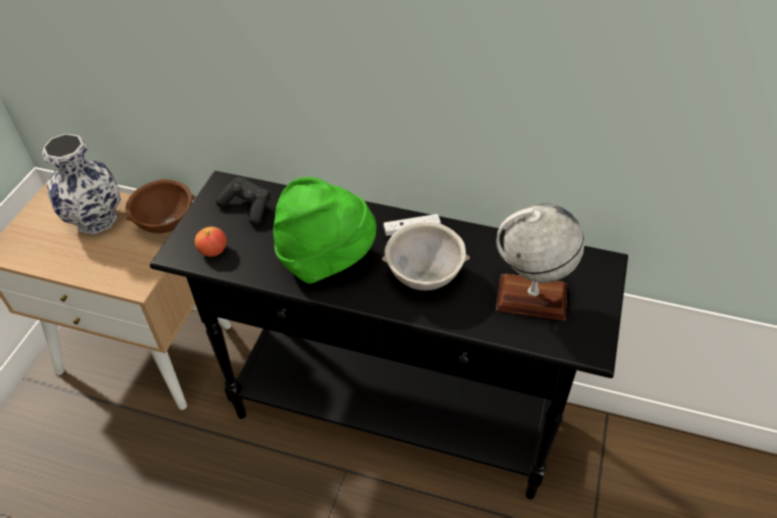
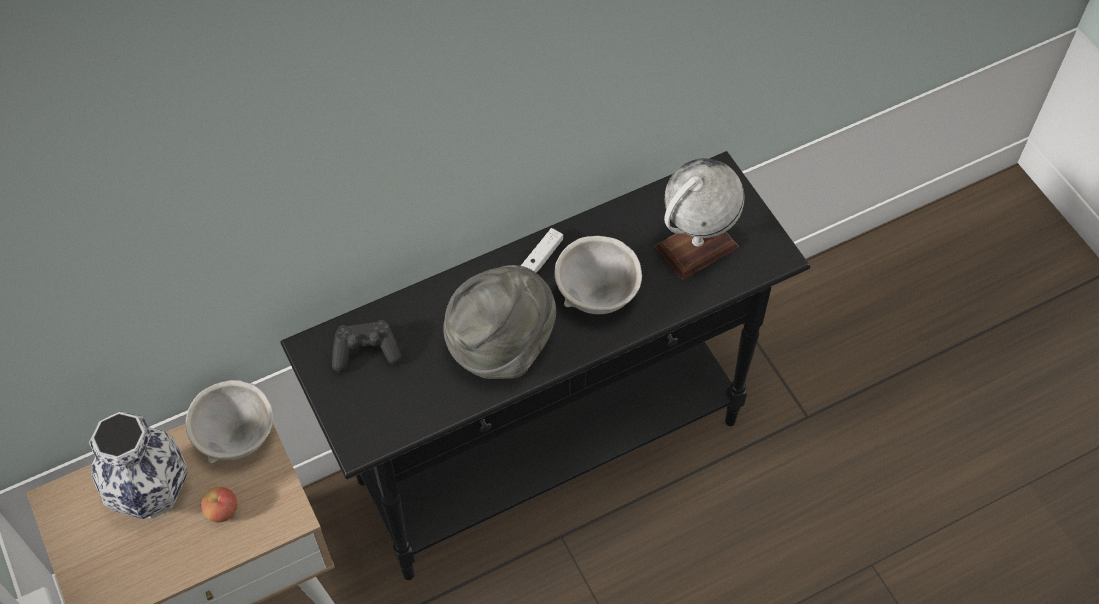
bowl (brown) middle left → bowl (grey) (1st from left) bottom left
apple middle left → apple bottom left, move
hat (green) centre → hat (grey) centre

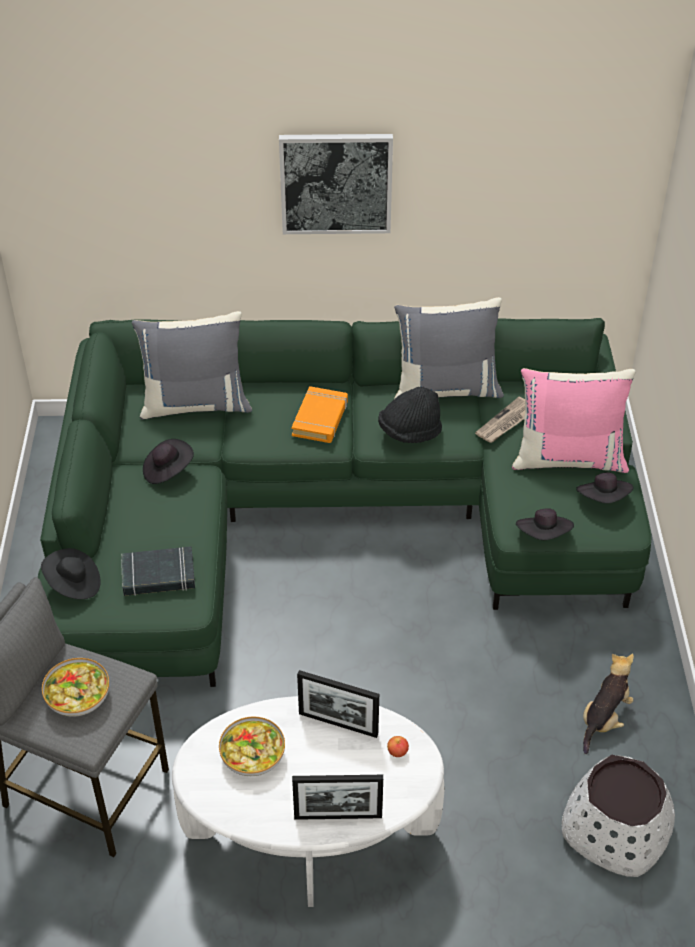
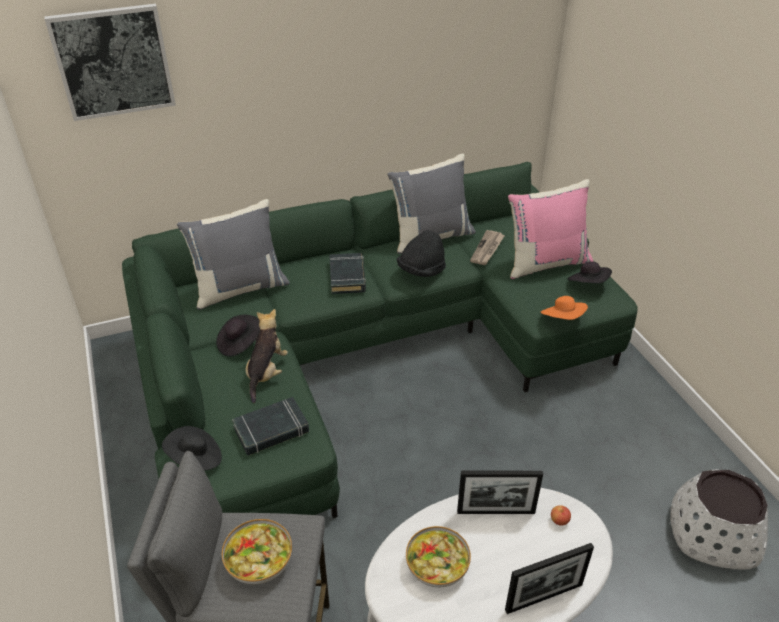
picture top centre → picture top left, move
book (orange) centre → book (black) (2nd from left) centre
hat (black) (4th from left) middle right → hat (orange) middle right
plush toy bottom right → plush toy centre, move

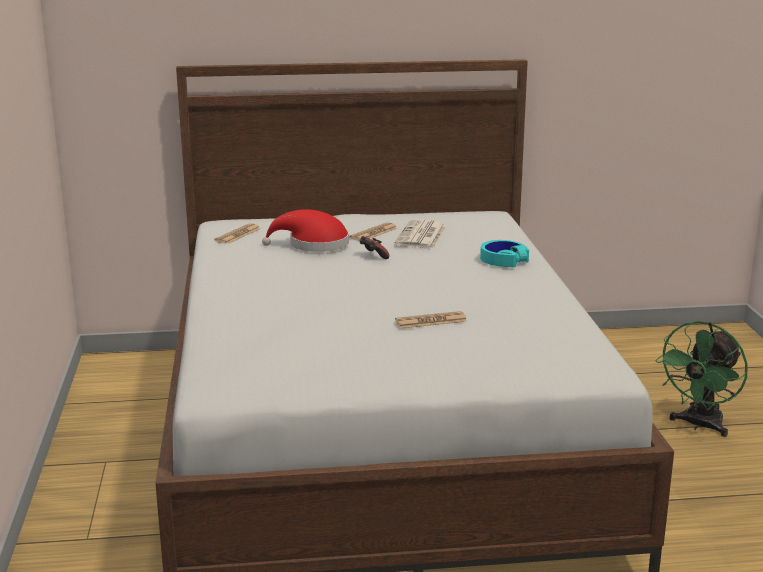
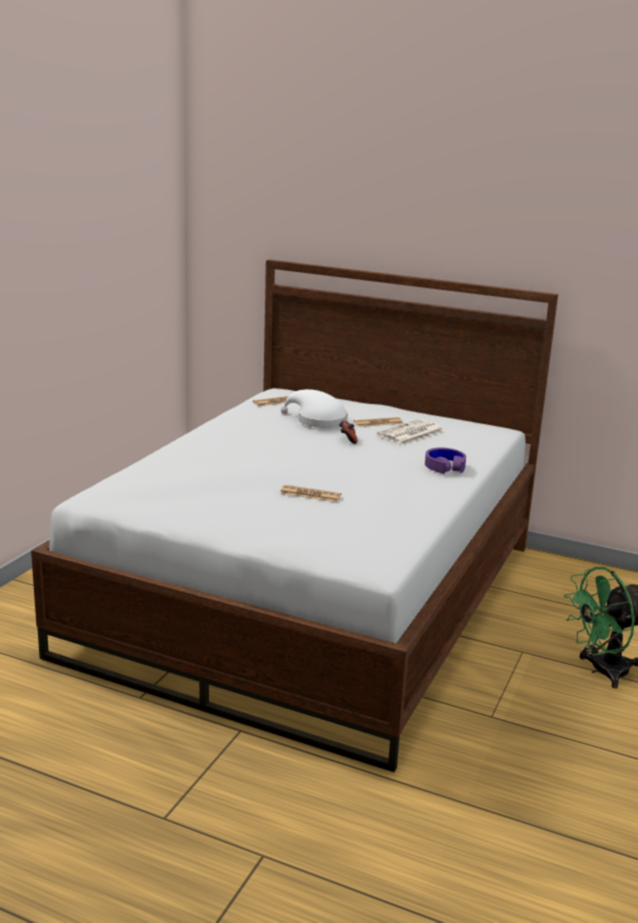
hat (red) centre → hat (white) centre
headphones (turquoise) centre → headphones (purple) middle right

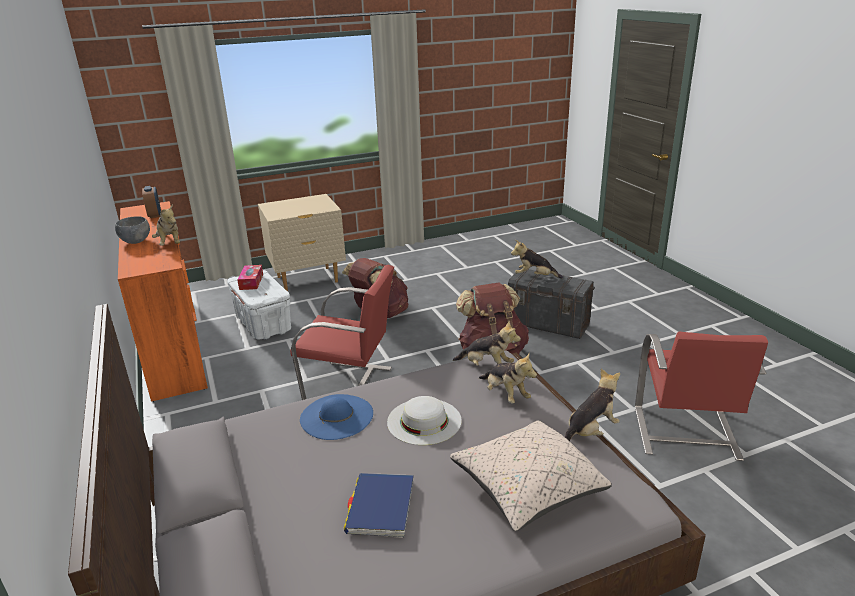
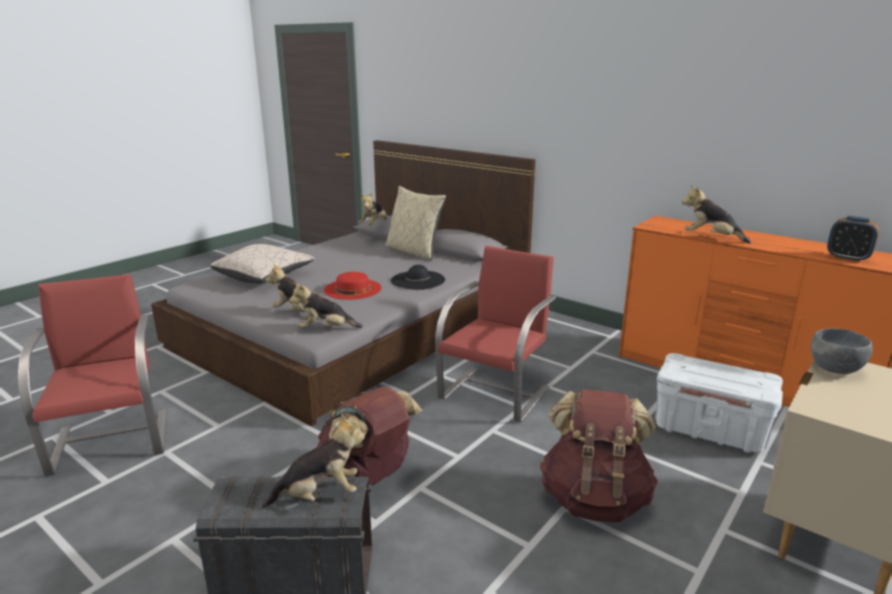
bowl (grey) middle left → bowl (grey) middle right, move
tissue box middle left → -
chair (red) (1st from left in the first image) centre → chair (red) (2nd from left) centre, 135 degrees clockwise
hat (blue) bottom centre → hat (black) centre
book (blue) bottom centre → -
hat (white) bottom centre → hat (red) centre
plush toy (5th from left in the first image) bottom right → plush toy (4th from left) centre, move
- → pillow (beige) (2nd from left) centre

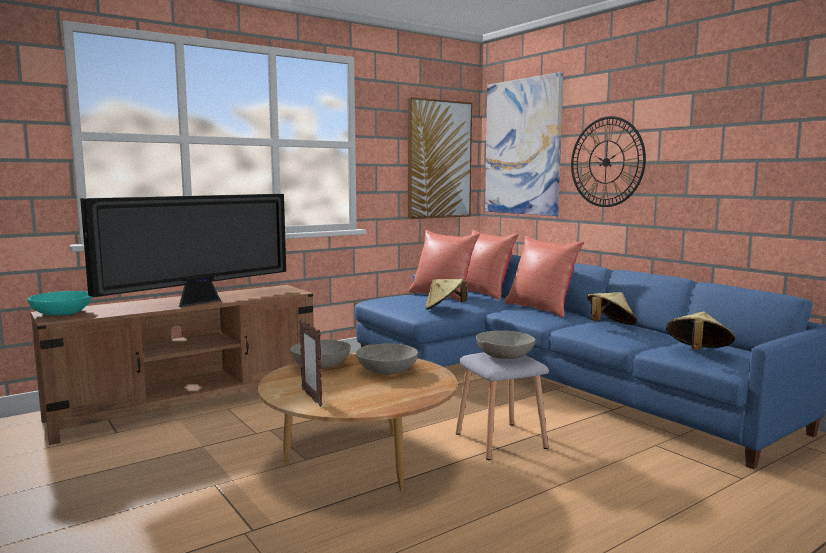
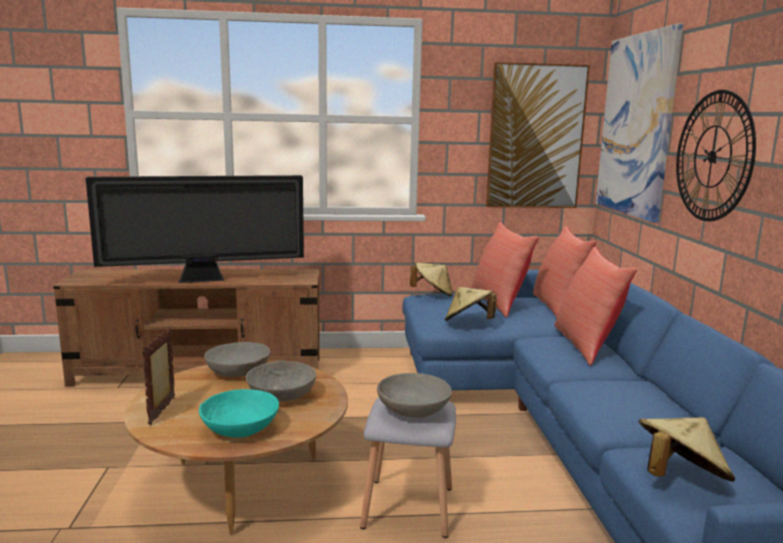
bowl (turquoise) middle left → bowl (turquoise) bottom left, move
hat (beige) (2nd from left in the first image) middle right → hat (beige) (1st from left) centre, move

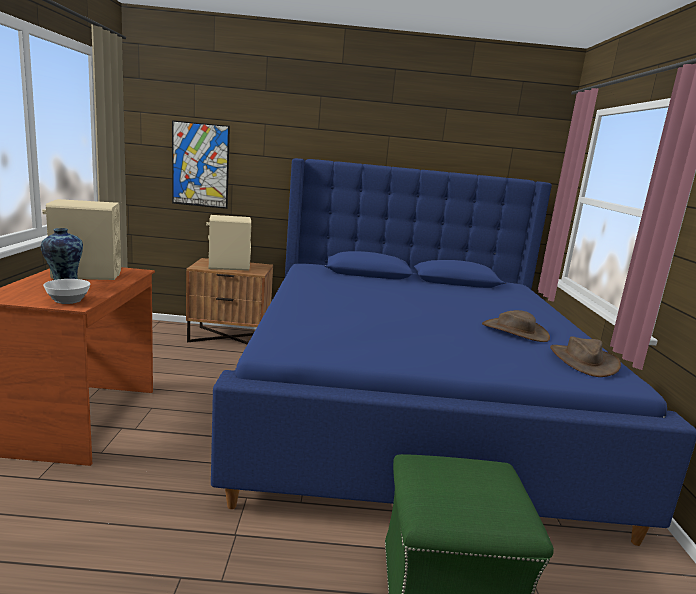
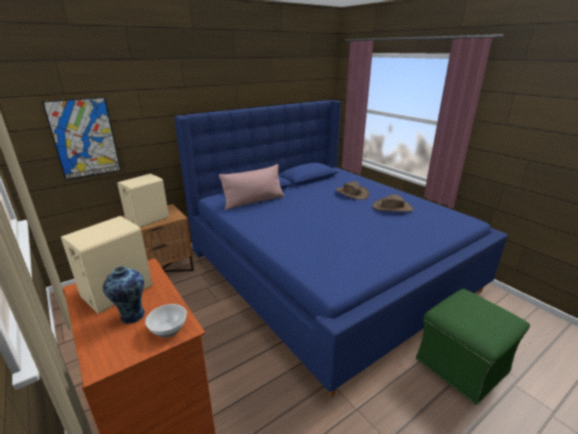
hat (brown) (2nd from left in the first image) middle right → hat (brown) (1st from left) centre, move
- → pillow (pink) centre

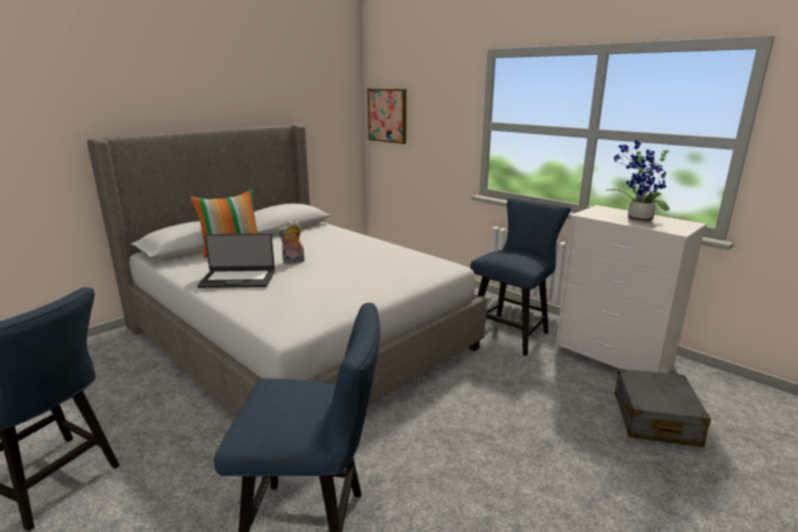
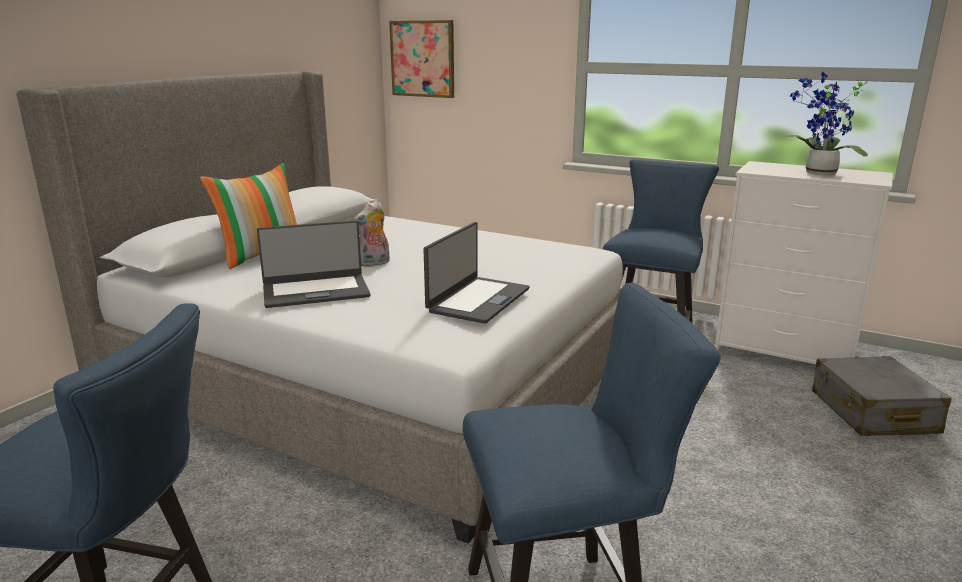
- → laptop (2nd from left) centre

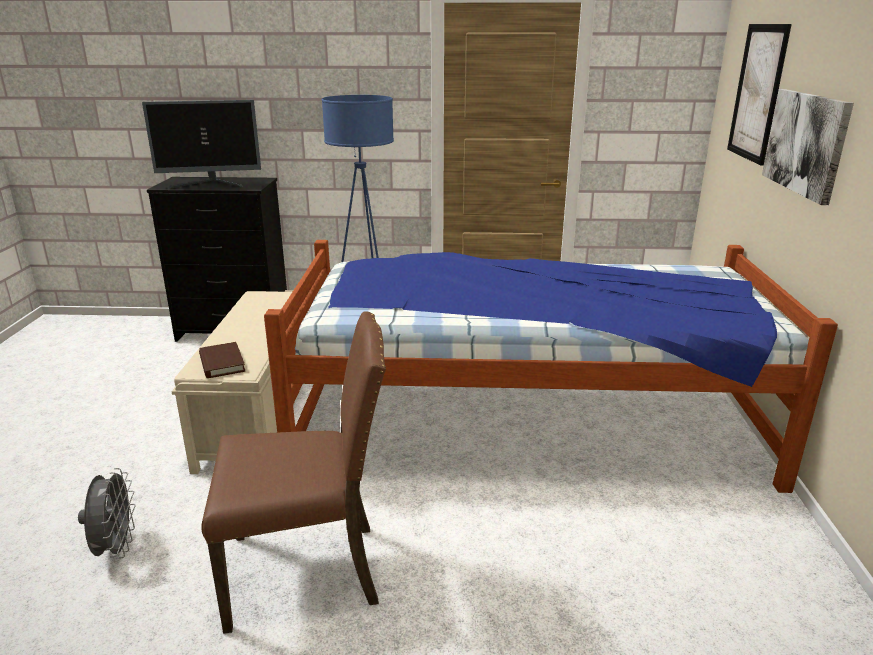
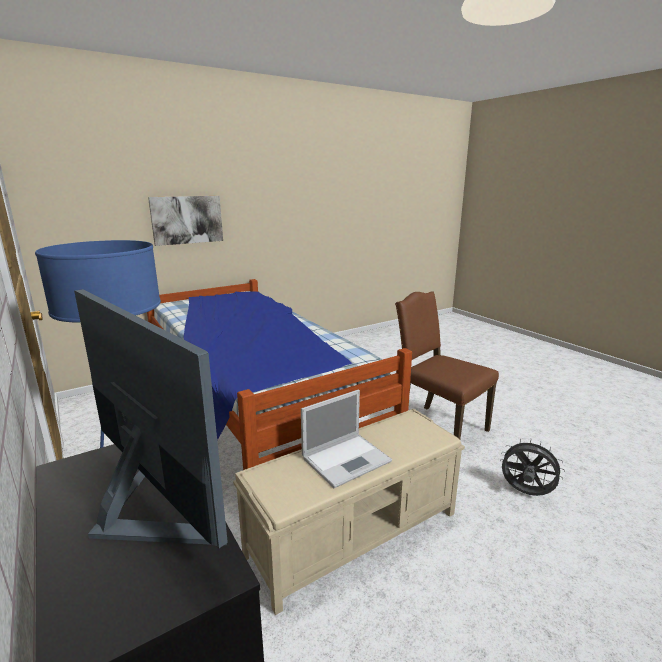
fan (grey) bottom left → fan (grey) bottom right, 75 degrees clockwise
book (brown) middle left → -
picture (1st from left) top right → -
- → laptop centre

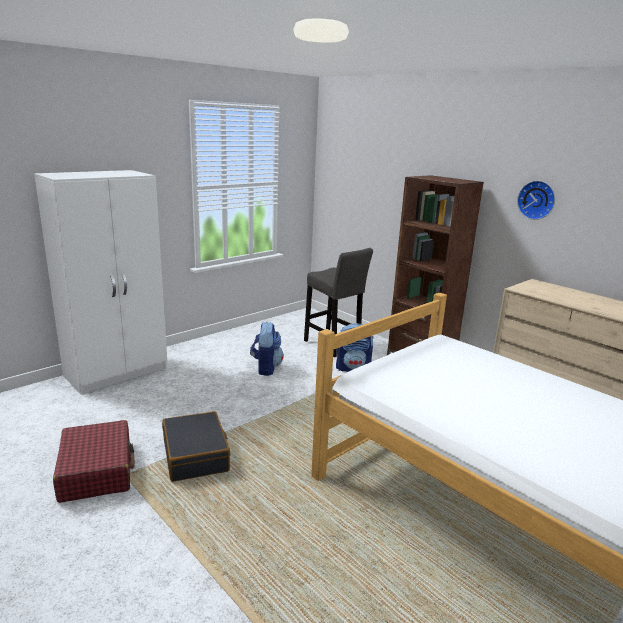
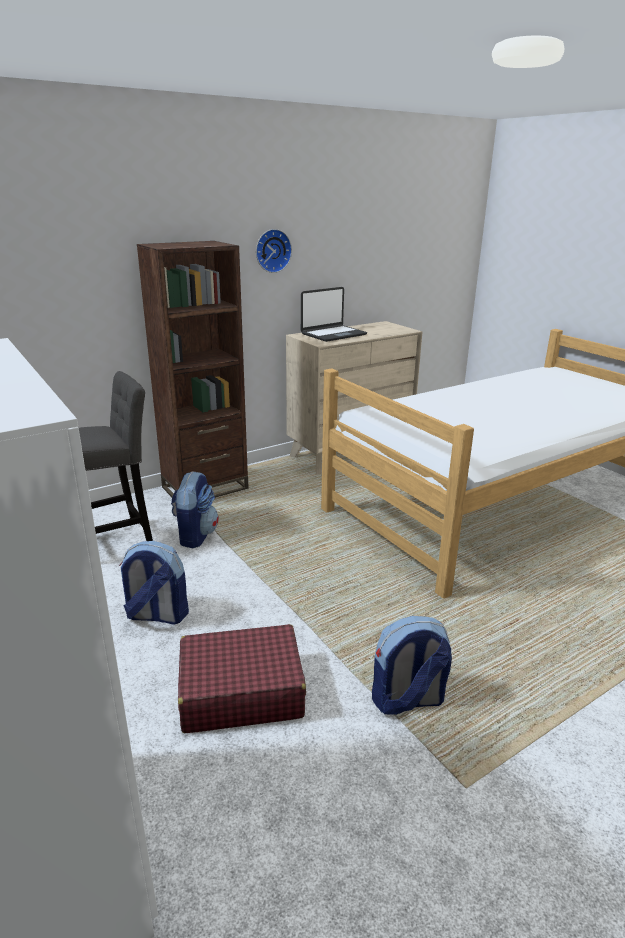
suitcase (red) bottom left → suitcase (red) bottom centre, move
suitcase (black) bottom left → backpack (3rd from left) bottom centre
- → laptop centre

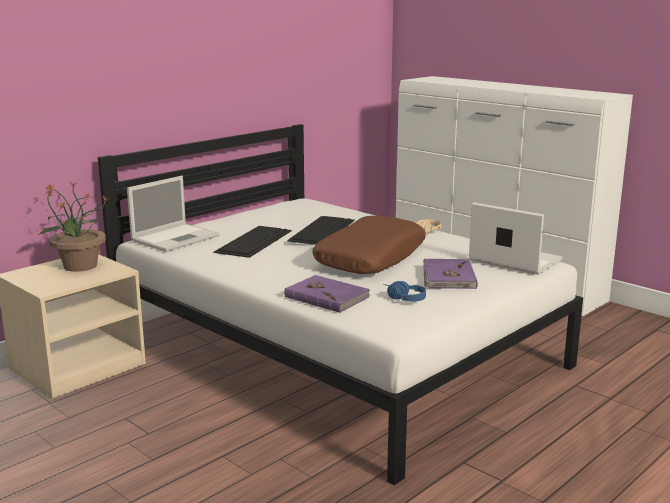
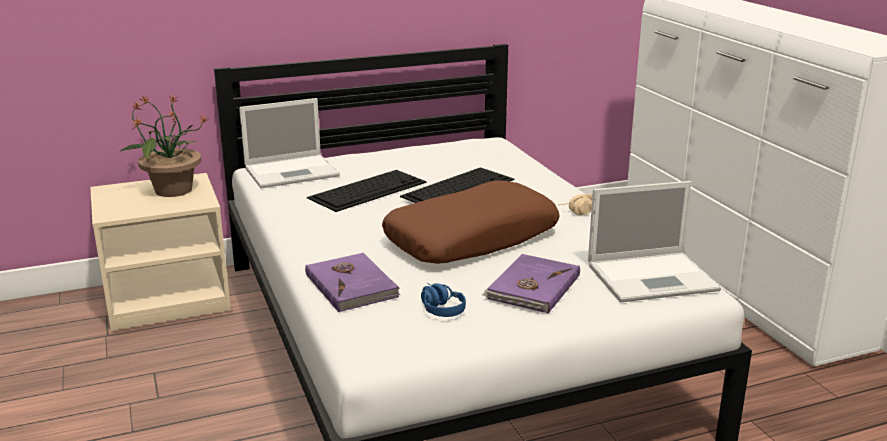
laptop (2nd from left) middle right, 105 degrees clockwise

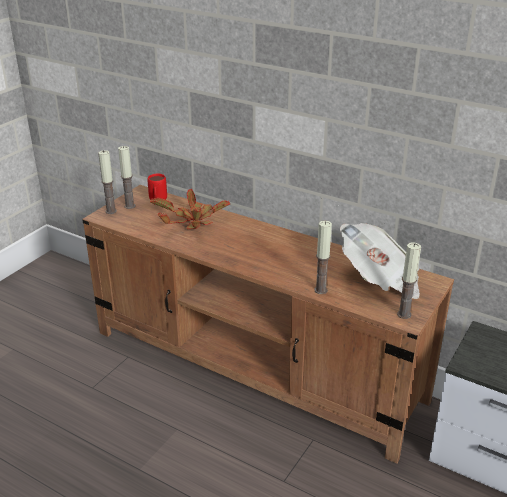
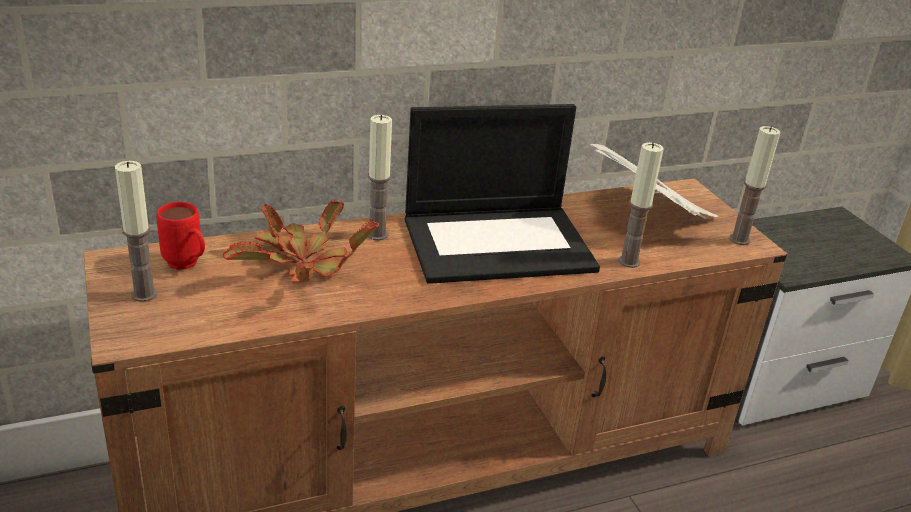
candle (1st from left in the first image) middle left → candle (2nd from left) centre, move
- → laptop centre

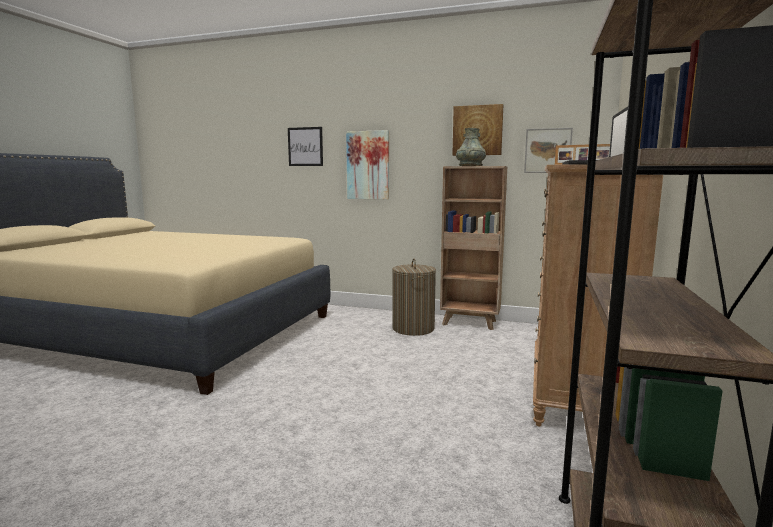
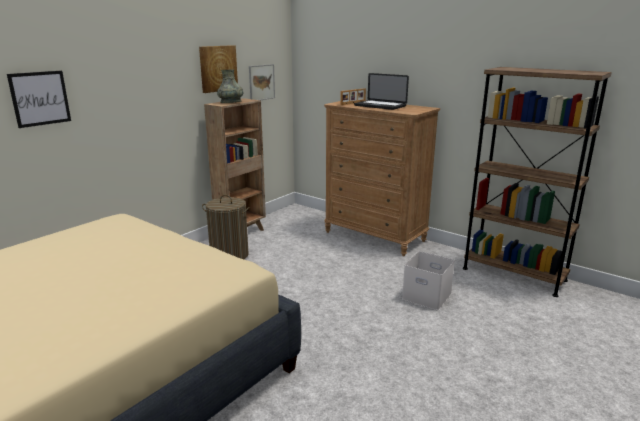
picture (2nd from left) top centre → -
- → storage box (white) bottom right

